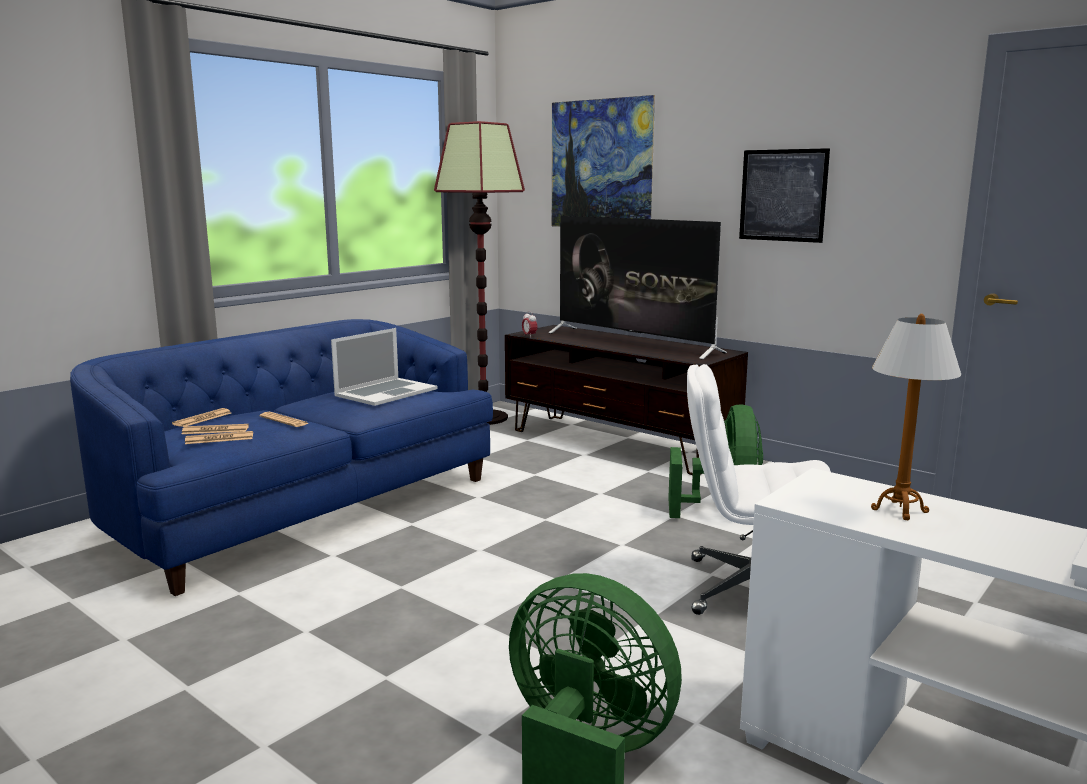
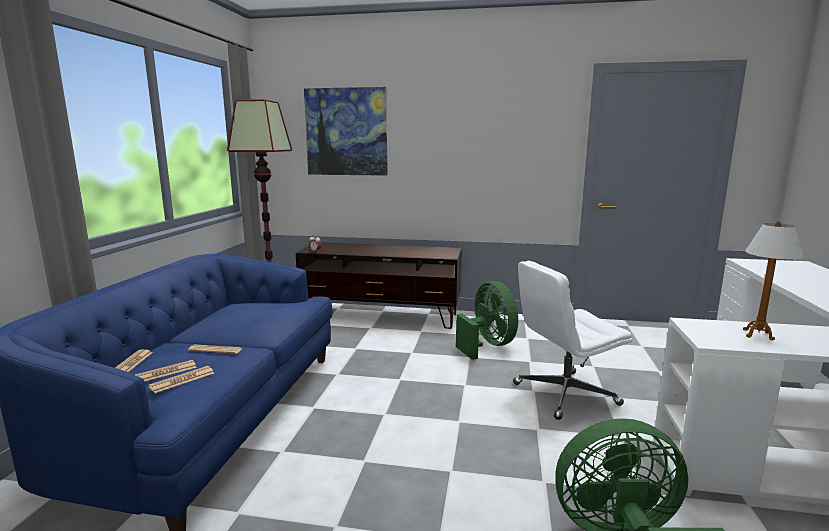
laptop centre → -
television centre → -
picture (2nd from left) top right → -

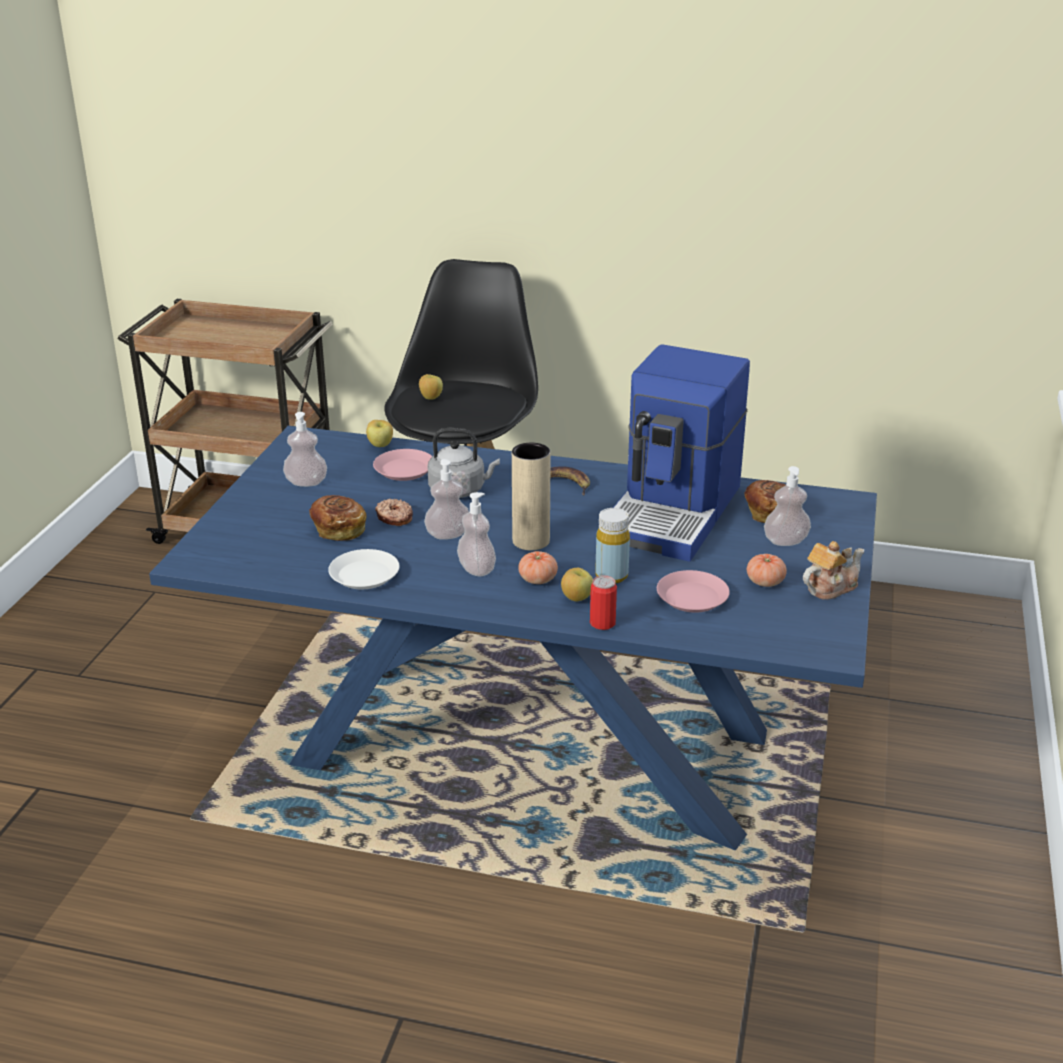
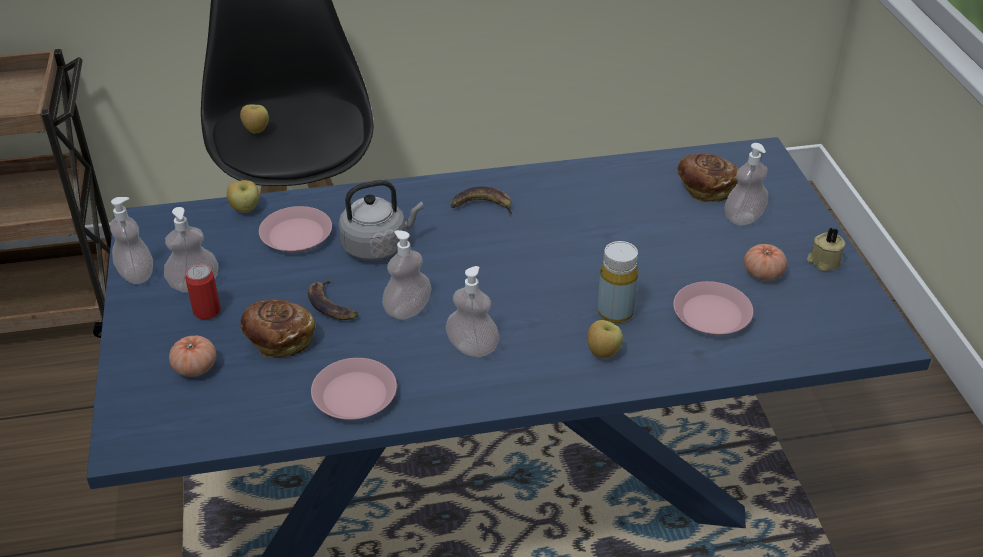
plate (white) centre → plate (pink) (2nd from left) bottom centre
donut centre → banana (1st from left) centre
vase (beige) centre → -
tomato (1st from left) centre → tomato (1st from left) middle left, move
can centre → can middle left, move
coffee machine centre → -
teapot middle right → candle (beige) middle right
- → soap dispenser (1st from left) middle left

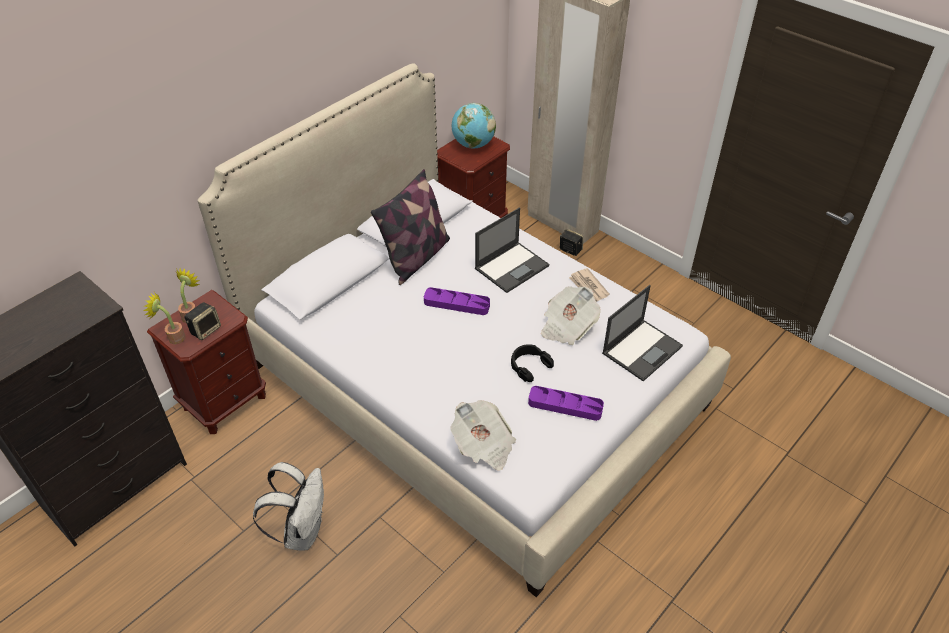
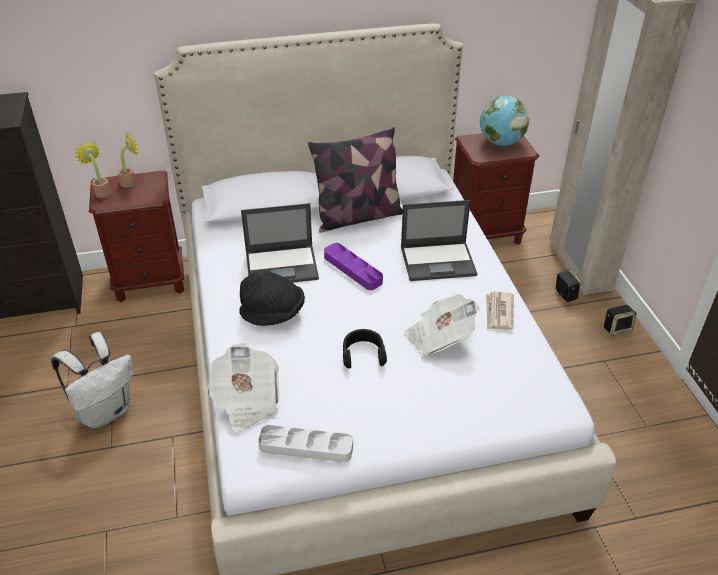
speaker (1st from left in the first image) middle left → speaker (2nd from left) middle right, move
tray (purple) (2nd from left) centre → -
laptop (2nd from left in the first image) middle right → laptop (1st from left) centre, move
- → hat (black) centre
- → tray (grey) bottom centre

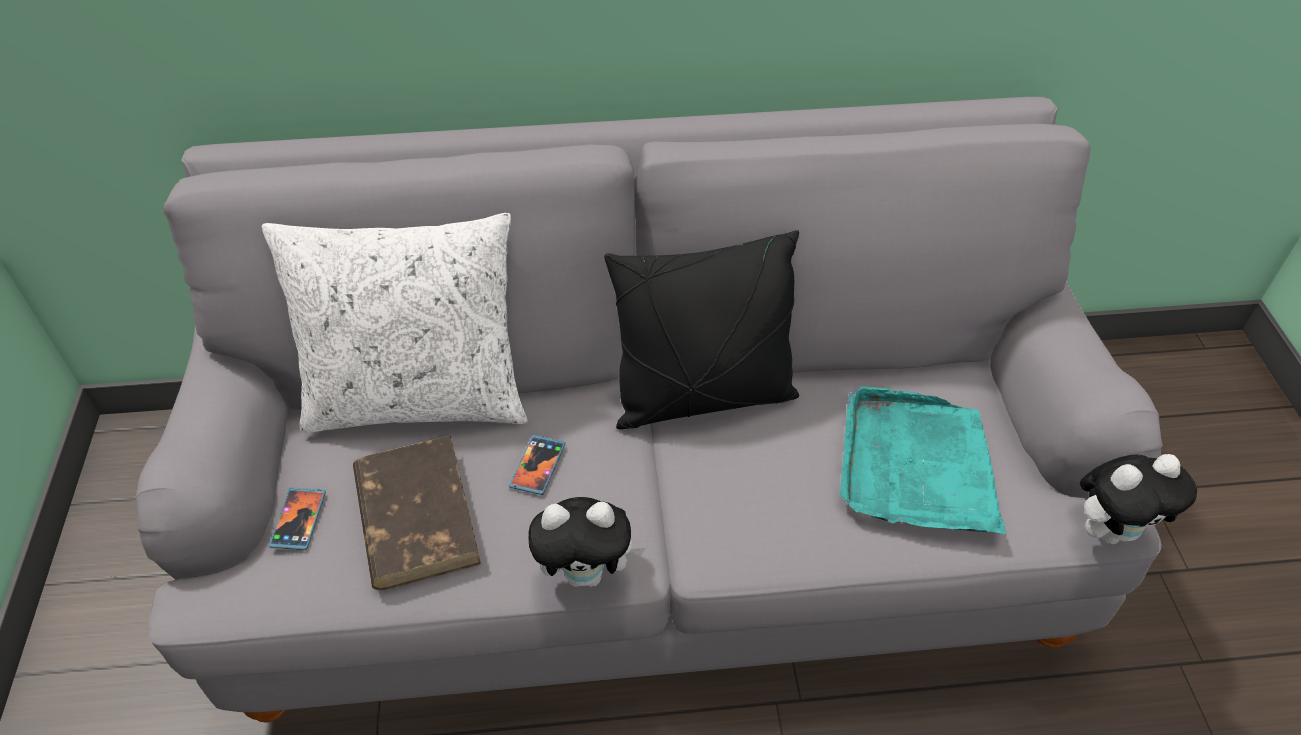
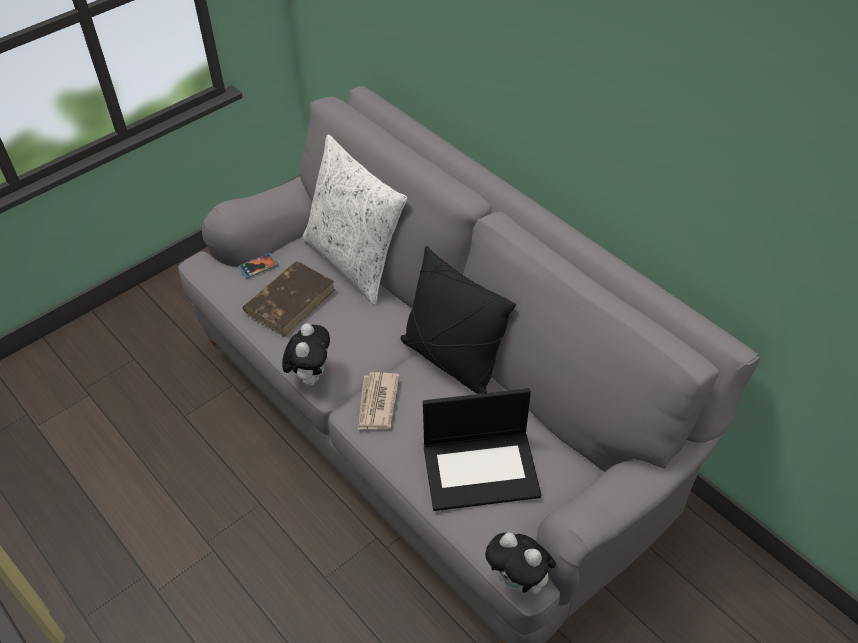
phone (2nd from left) centre → -
plush toy (1st from left) bottom centre → plush toy (1st from left) centre, 135 degrees counterclockwise
tray (turquoise) middle right → laptop bottom centre
- → newspaper centre

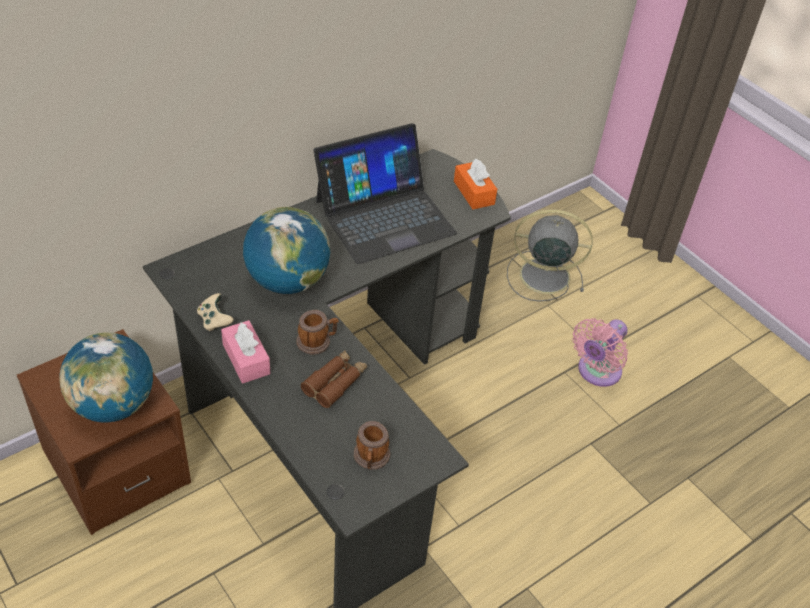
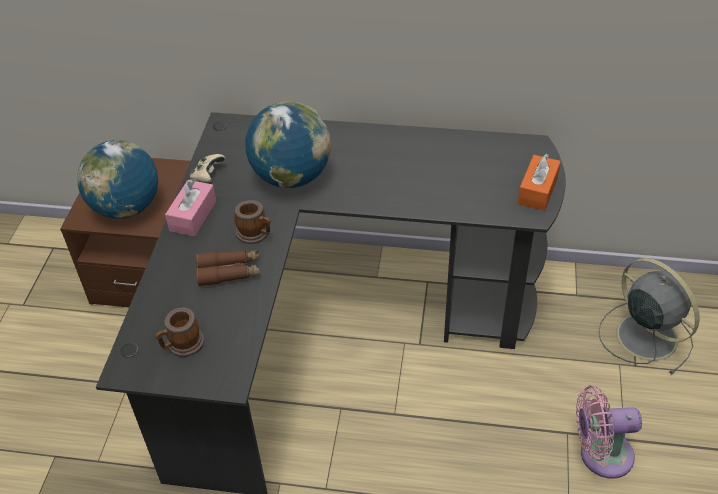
laptop top centre → -

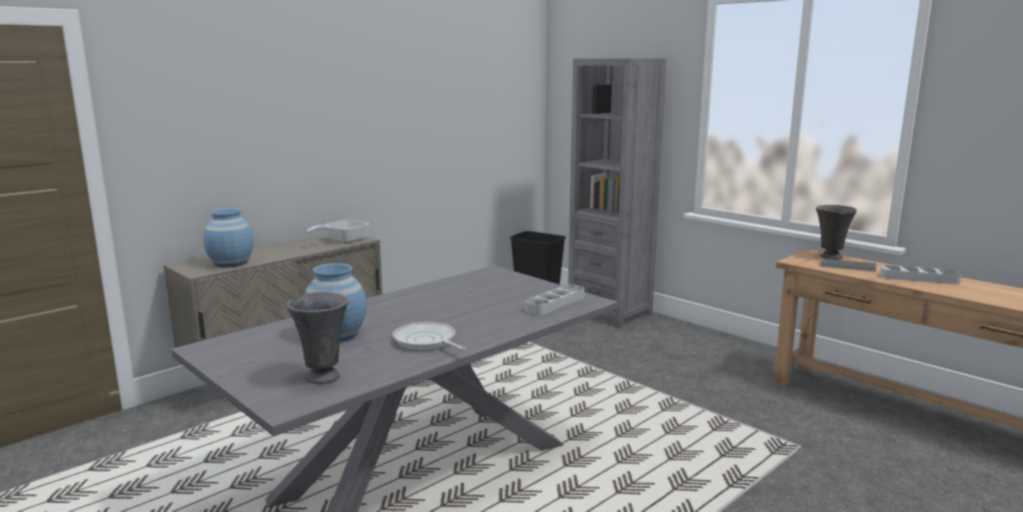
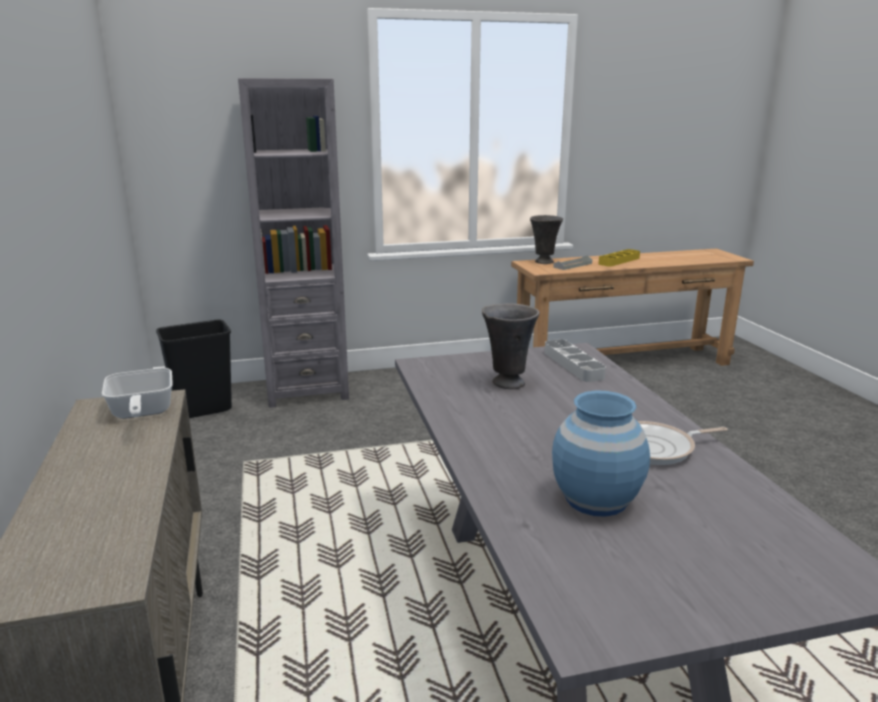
vase (blue) (1st from left) middle left → -
vase (grey) (1st from left) middle left → vase (grey) (1st from left) centre, move
tray (grey) (3rd from left) middle right → tray (yellow) middle right

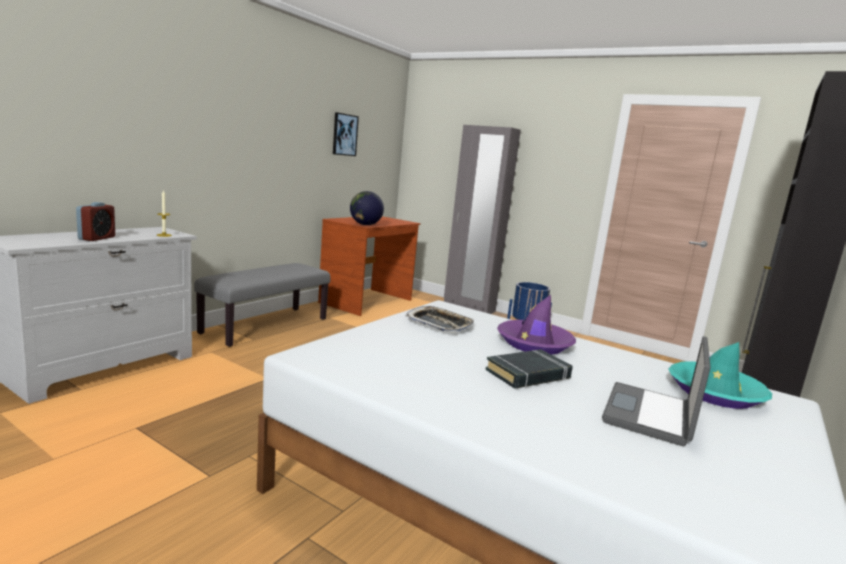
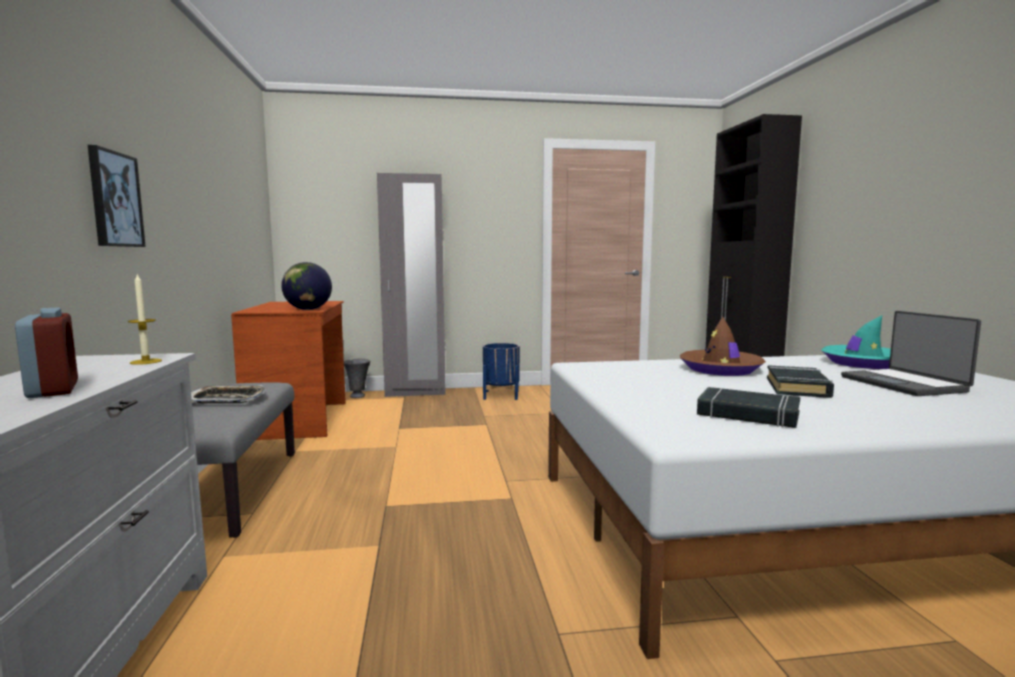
picture top centre → picture top left, move
tray centre → tray middle left, move
hat (purple) centre → hat (brown) middle right
- → vase (grey) centre
- → book (black) (1st from left) middle right

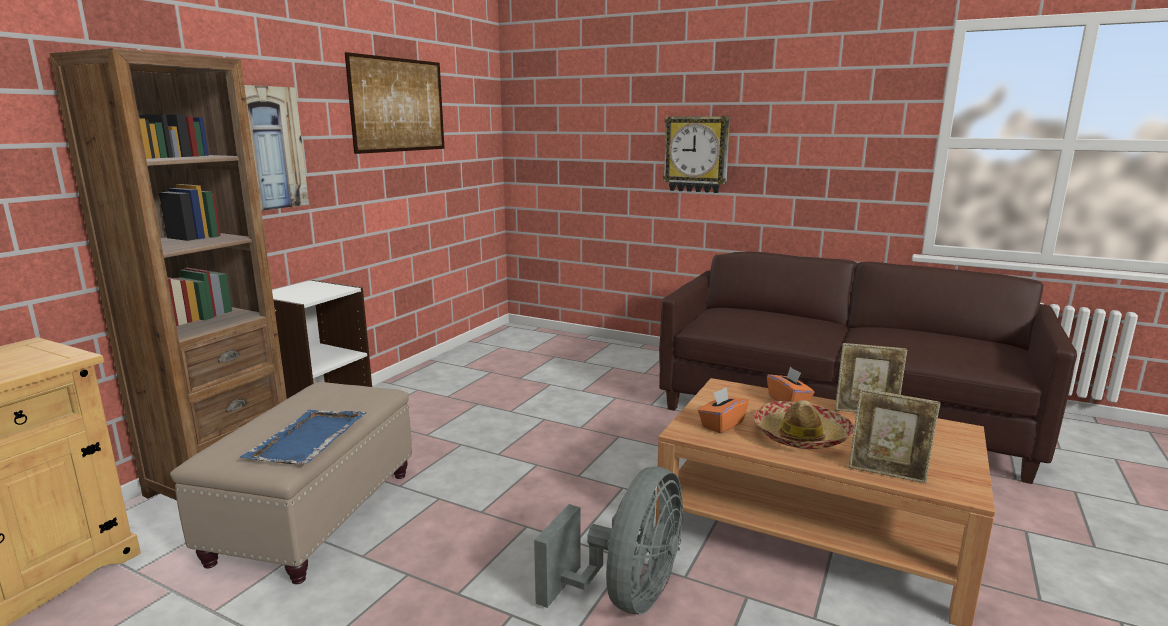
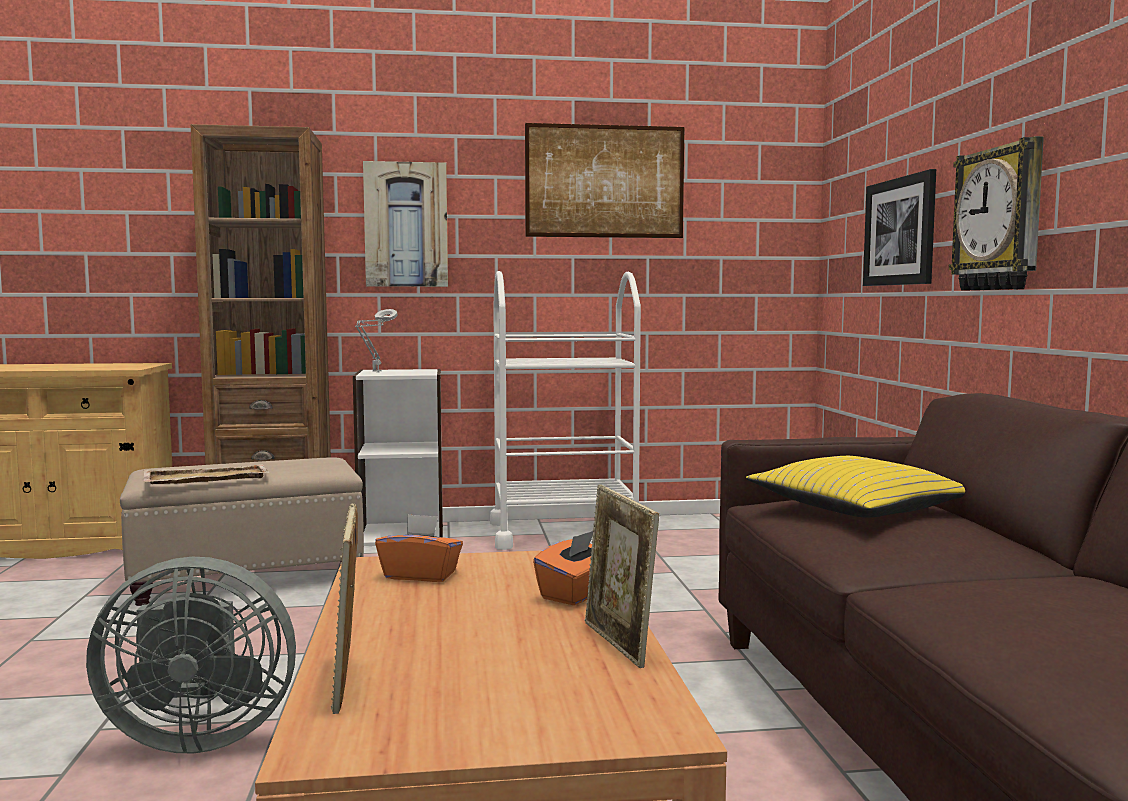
tray (blue) bottom left → tray (beige) middle left
hat bottom right → -
- → table lamp (grey) centre
- → cart (white) centre
- → pillow (yellow) middle right
- → picture (3rd from left) top right

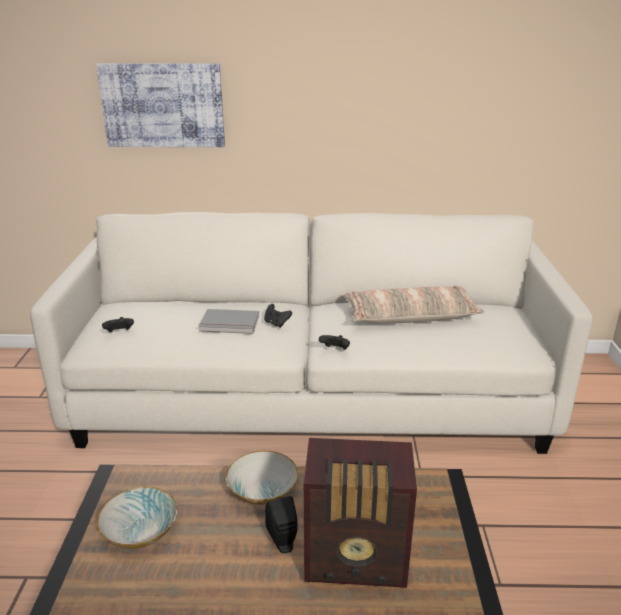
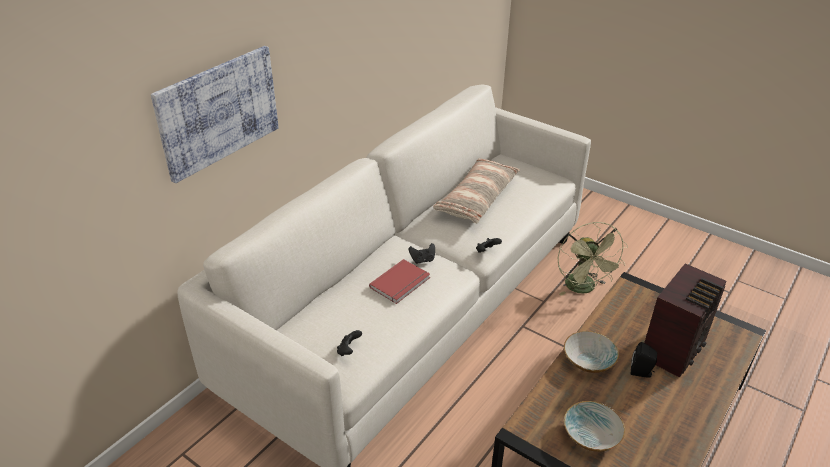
book (grey) centre → book (red) centre
- → fan (green) middle right

